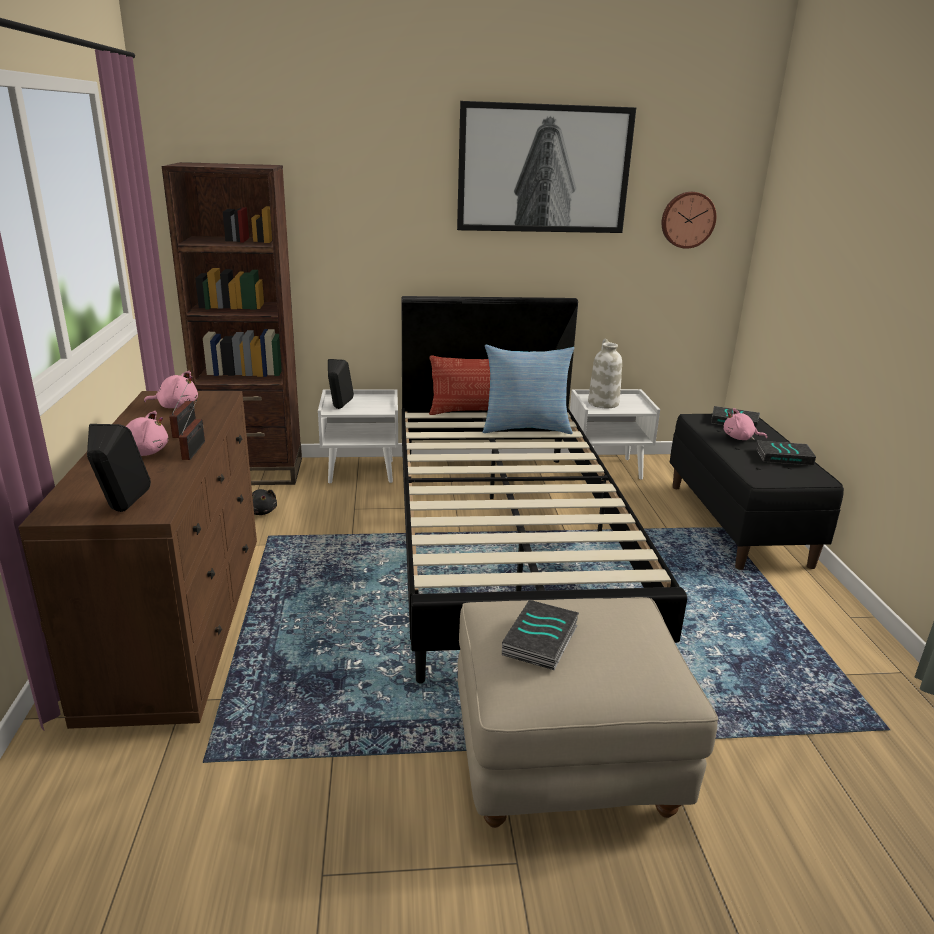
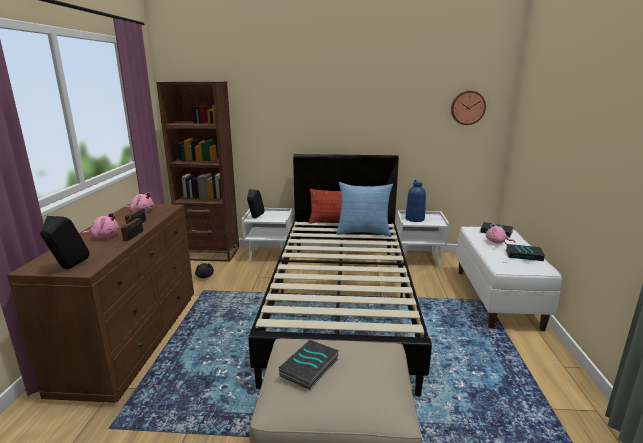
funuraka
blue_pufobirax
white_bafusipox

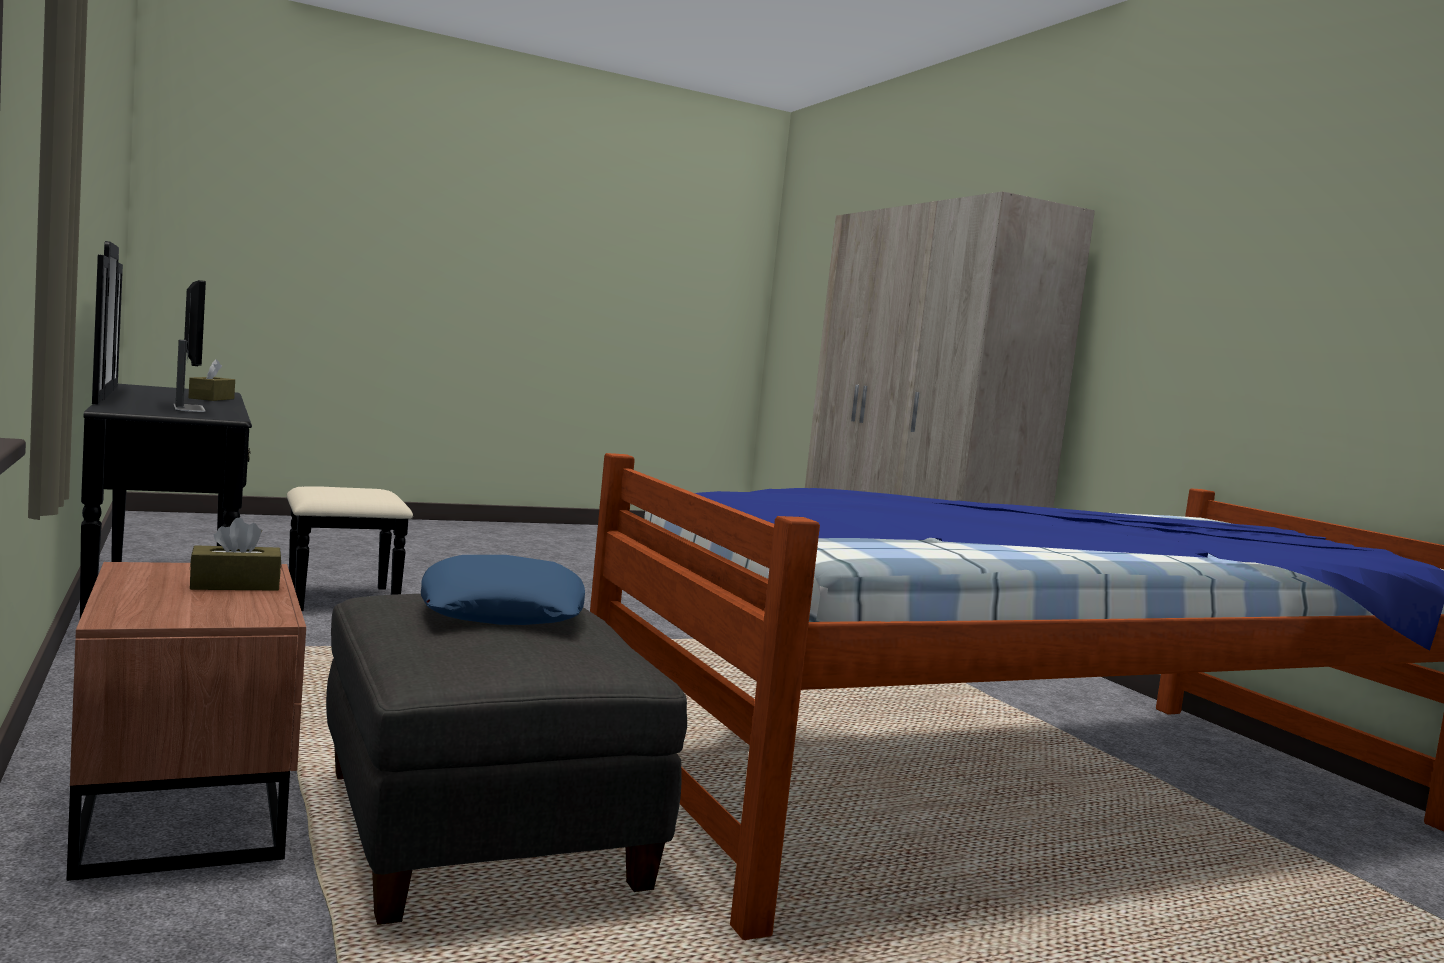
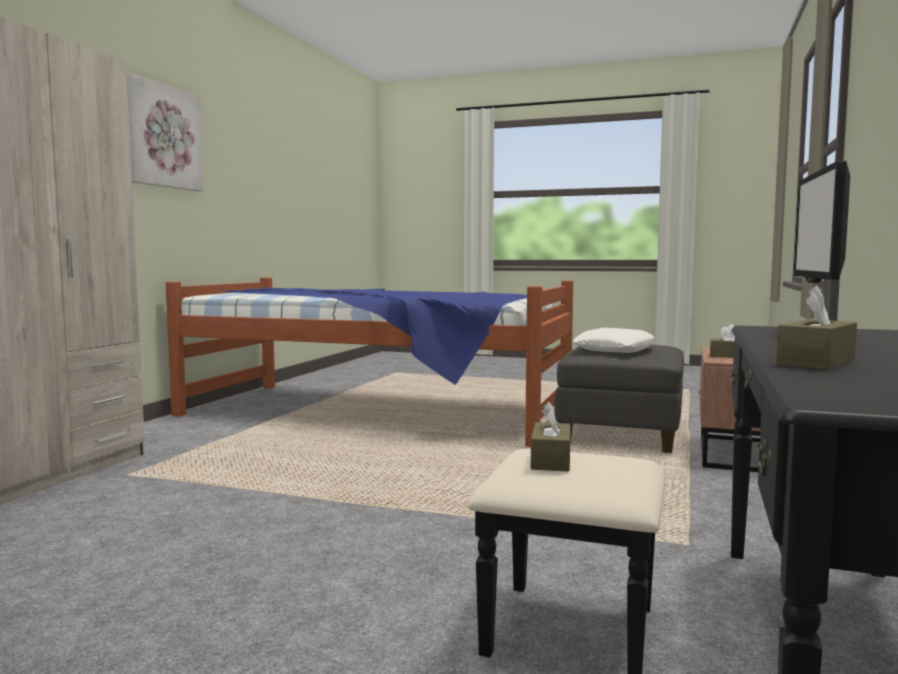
funuraka
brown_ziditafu (no. 1 from left)
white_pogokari

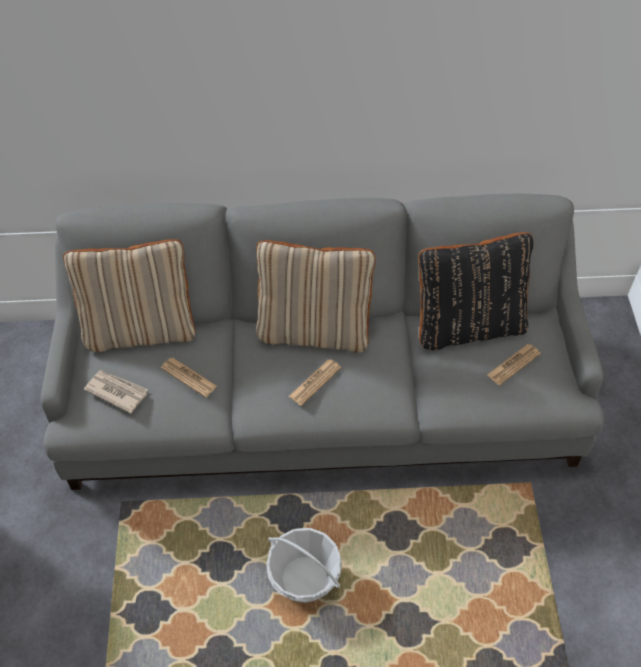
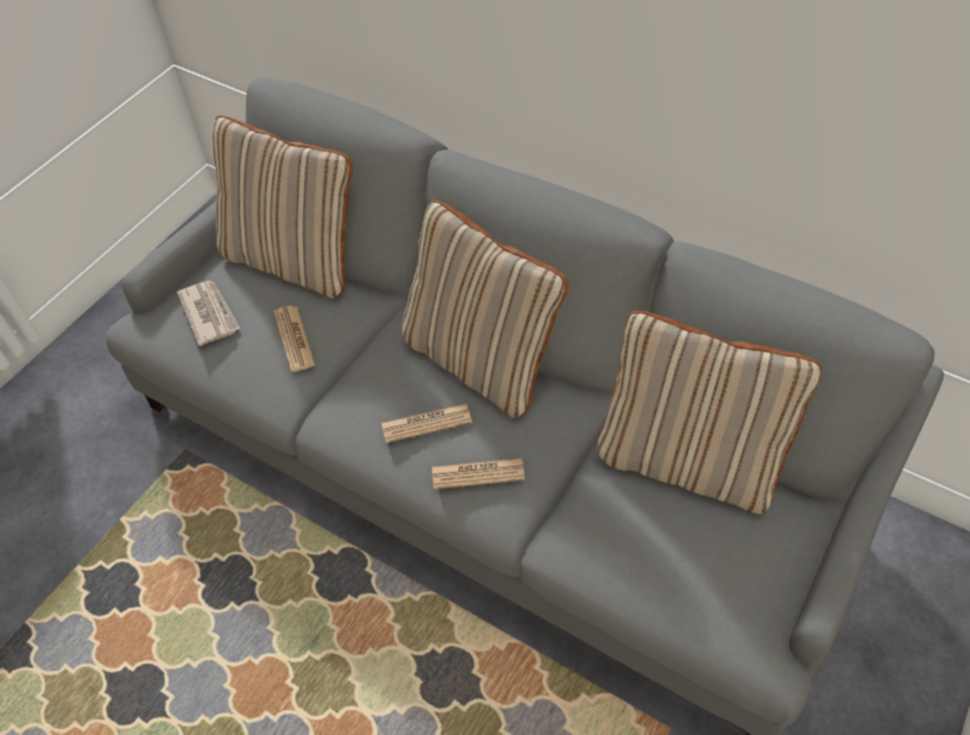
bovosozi
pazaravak (no. 4 from left)
beige_pogokari (no. 3 from left)

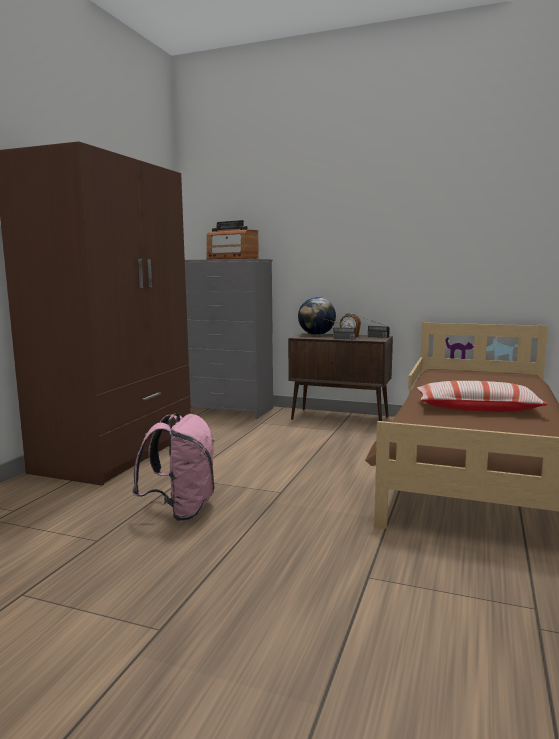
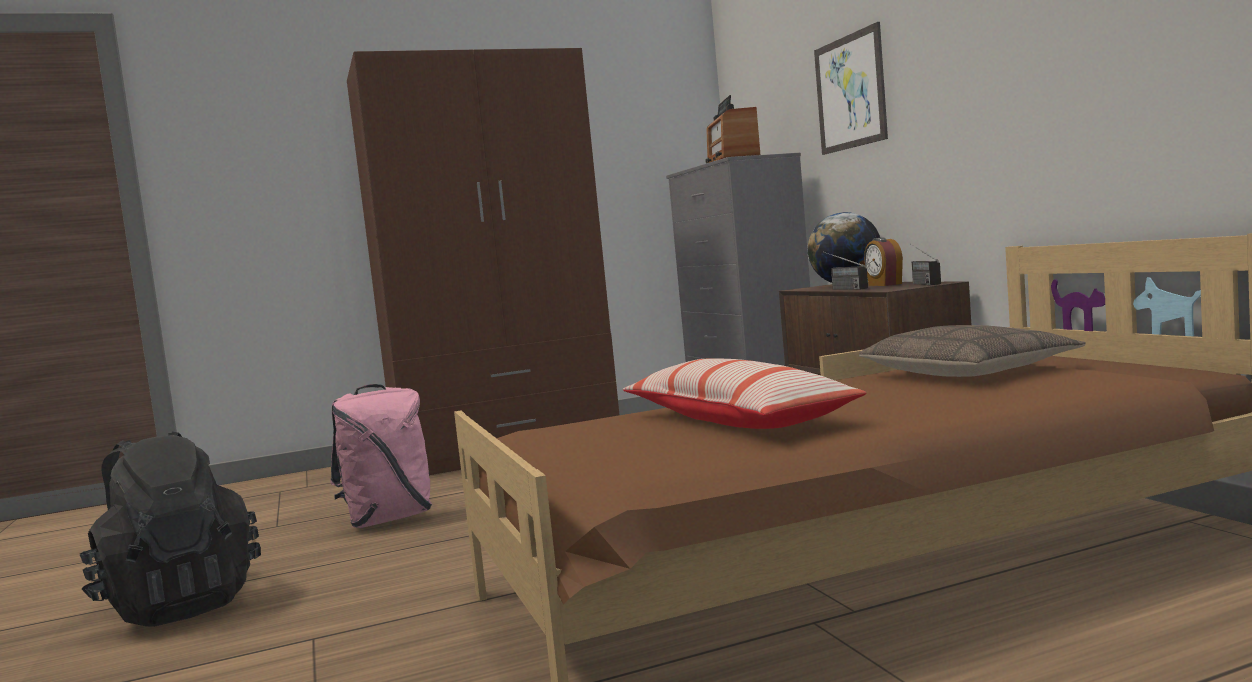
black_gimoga
funuraka
pogokari (no. 2 from left)

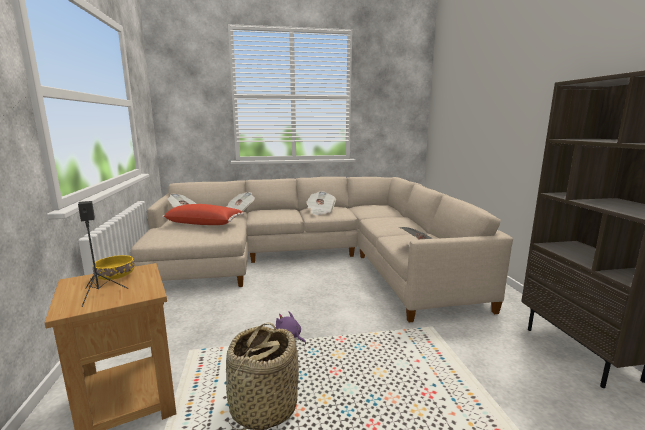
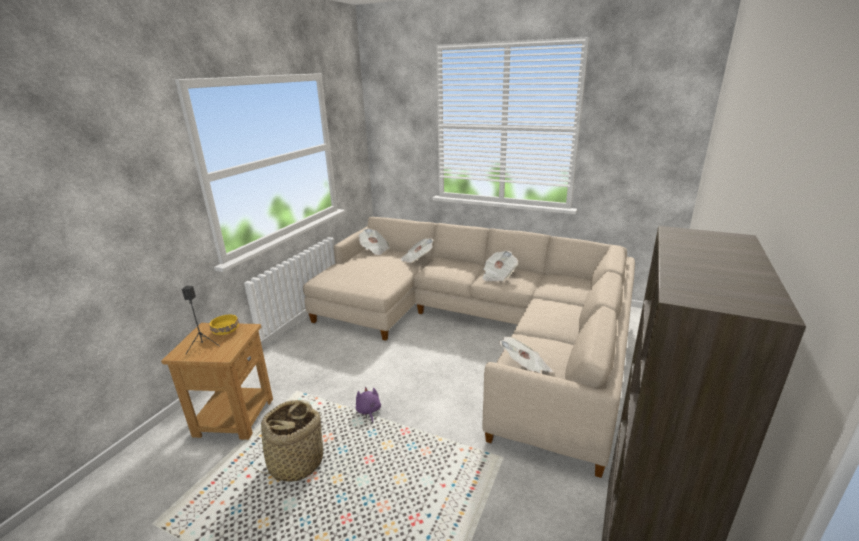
red_pogokari

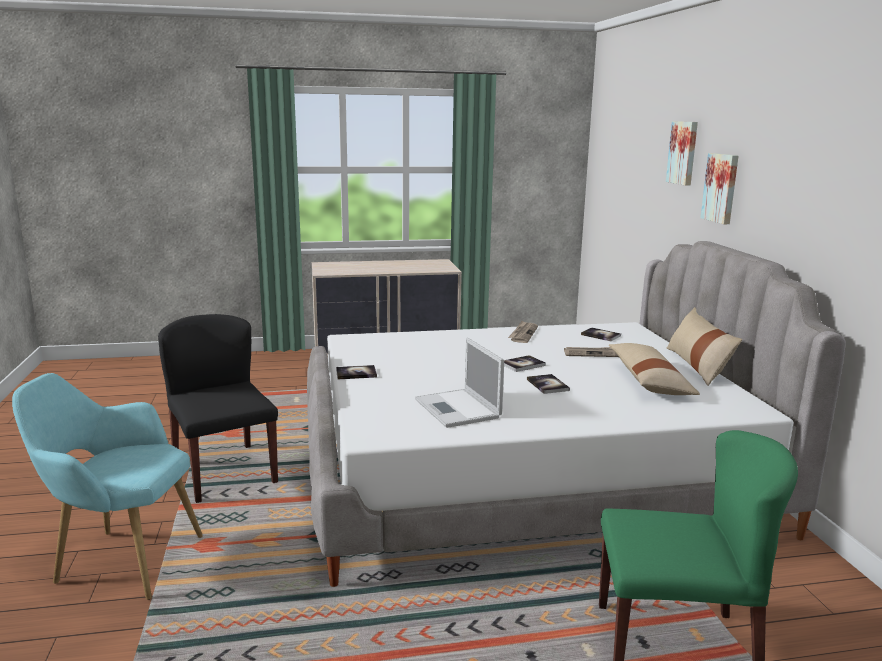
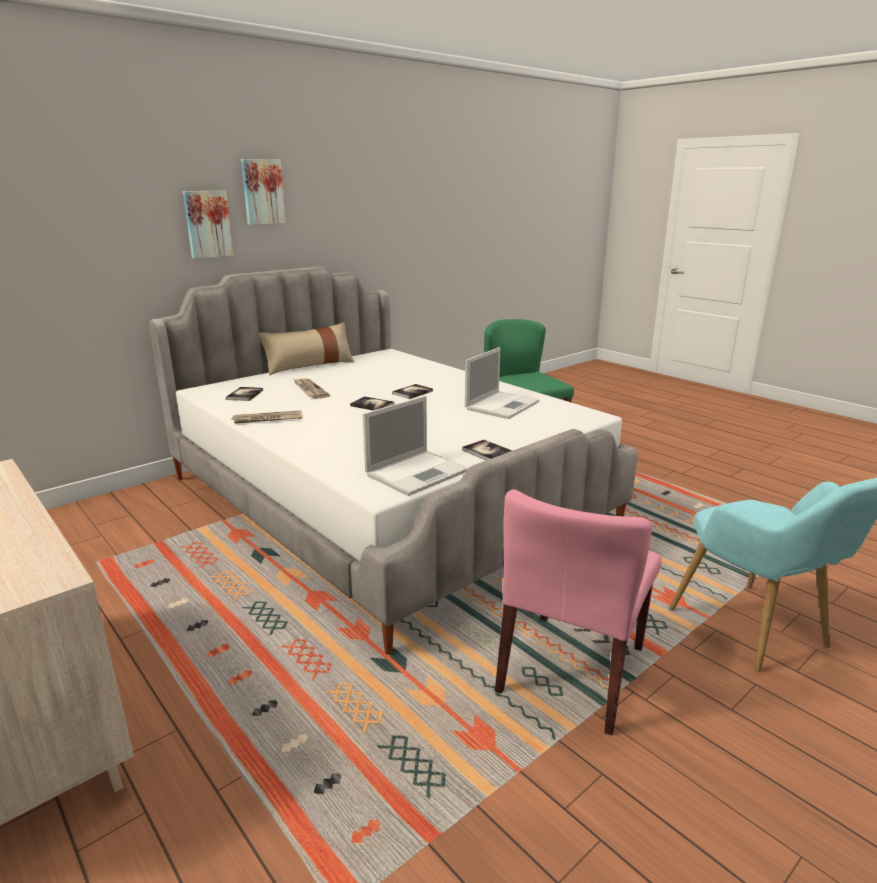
beige_pogokari (no. 1 from left in the first image)
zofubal (no. 1 from left)
funuraka (no. 2 from left)
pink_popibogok

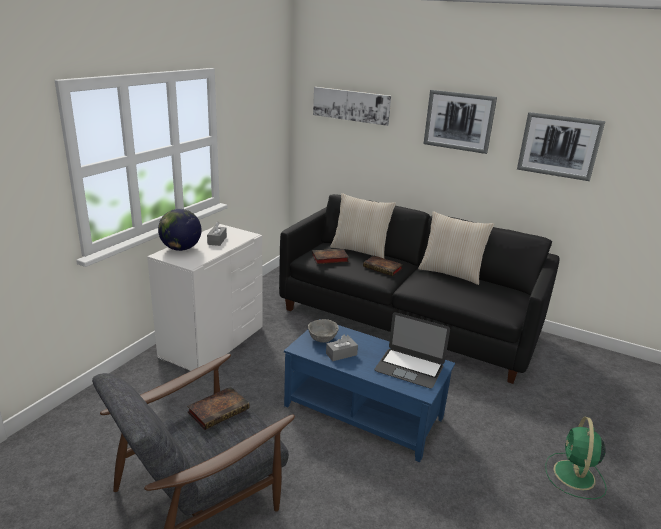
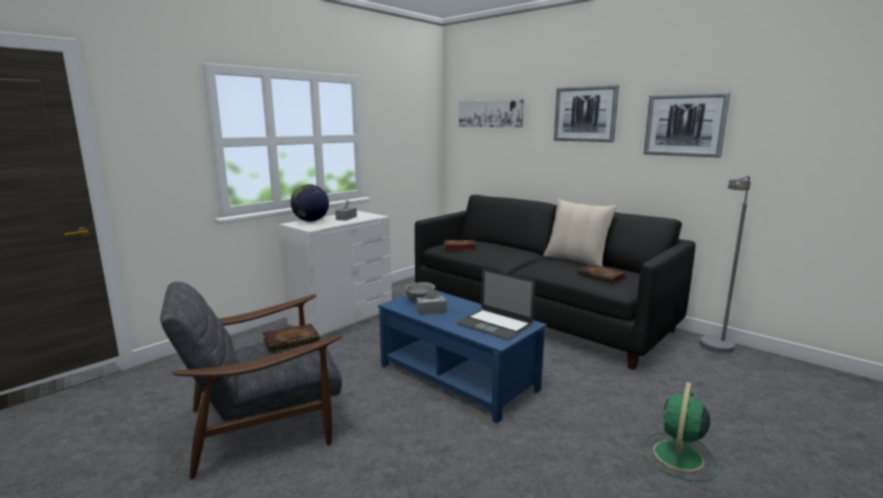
beige_pogokari (no. 1 from left in the first image)
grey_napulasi
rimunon (no. 3 from left)

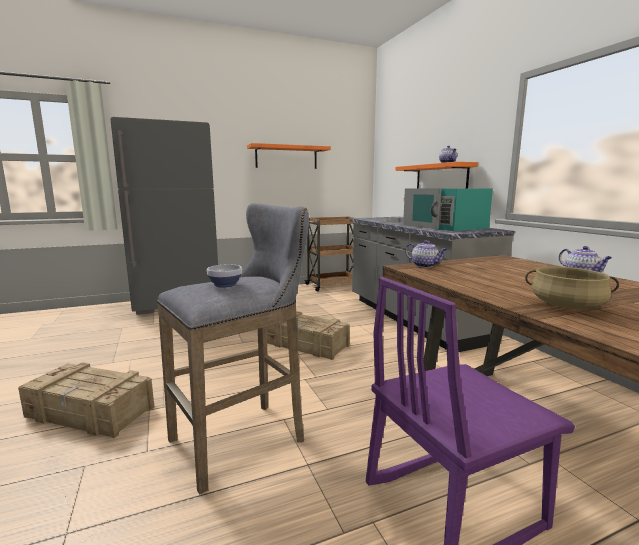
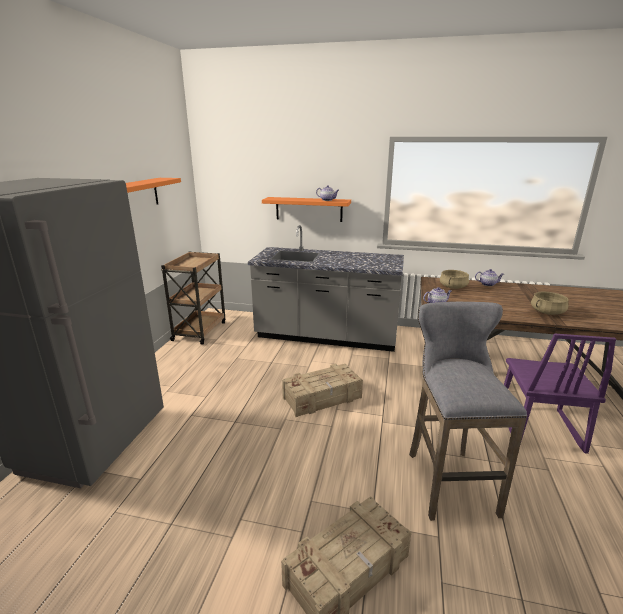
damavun
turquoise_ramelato
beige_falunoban (no. 1 from left)

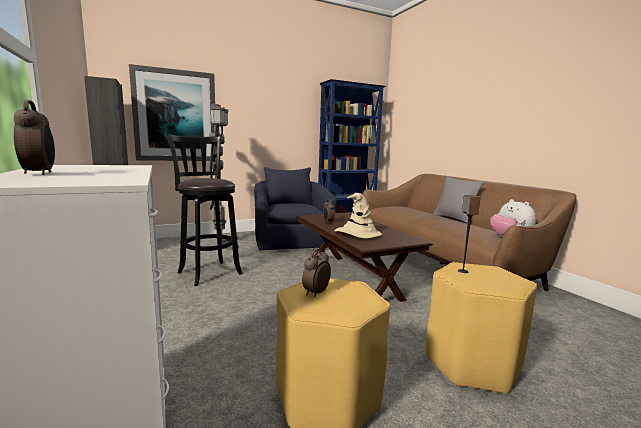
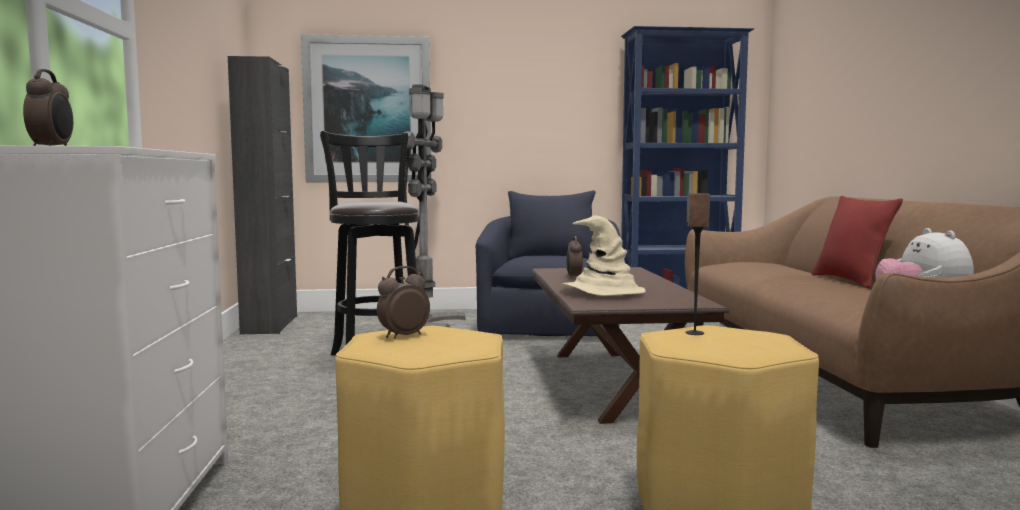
red_pogokari

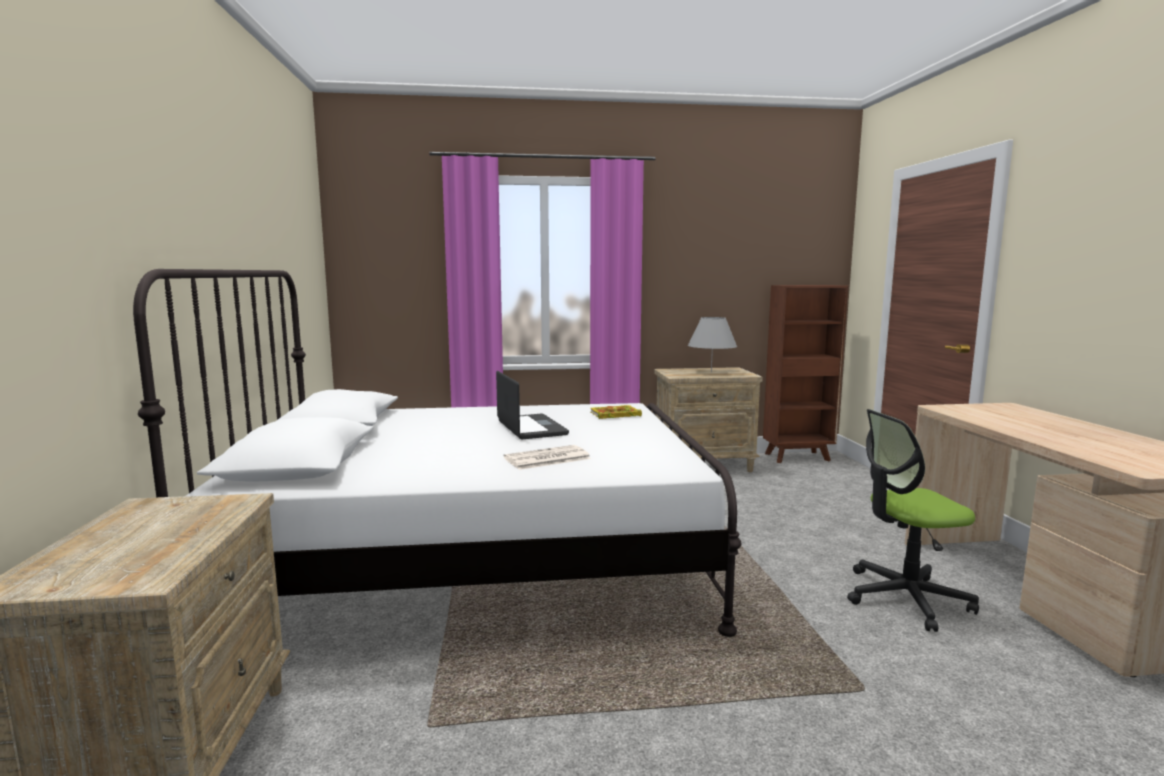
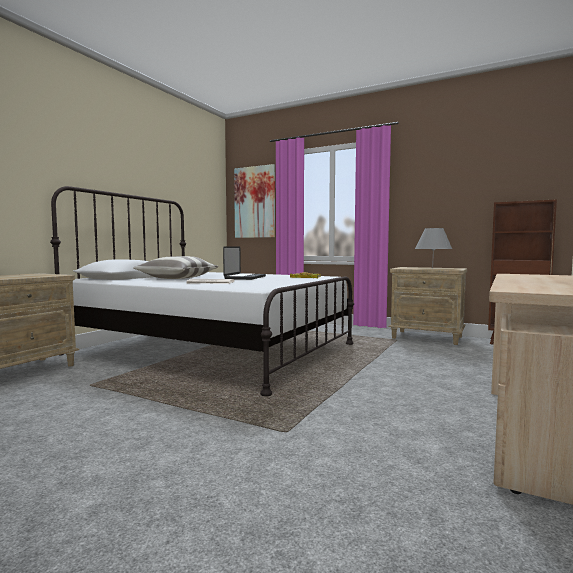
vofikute
pogokari
funuraka

